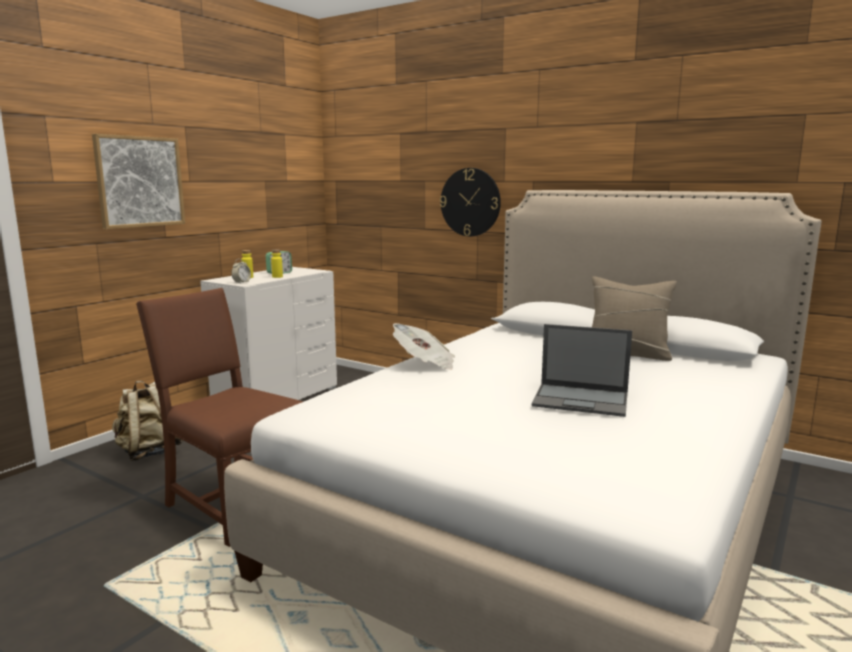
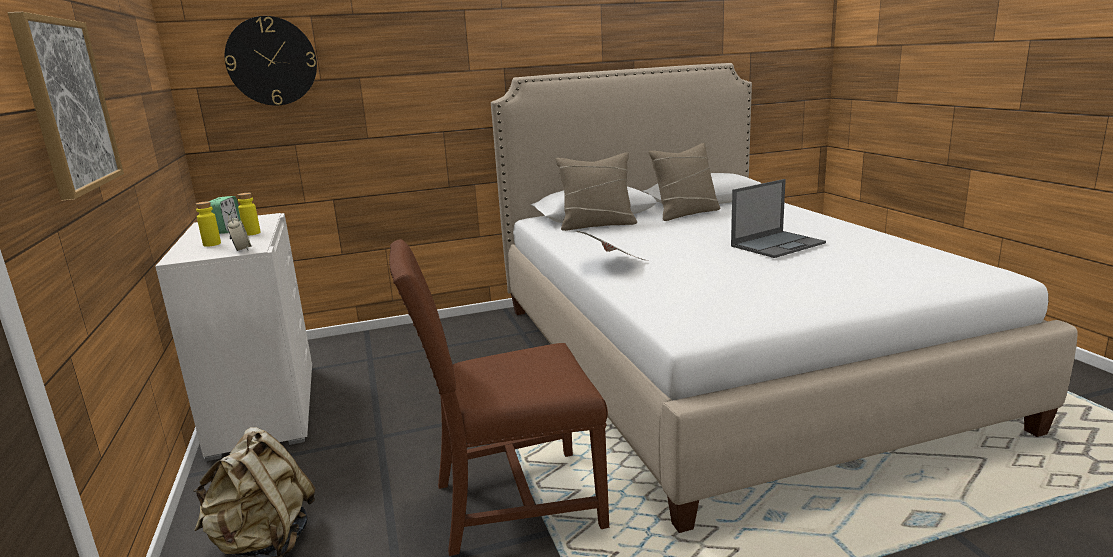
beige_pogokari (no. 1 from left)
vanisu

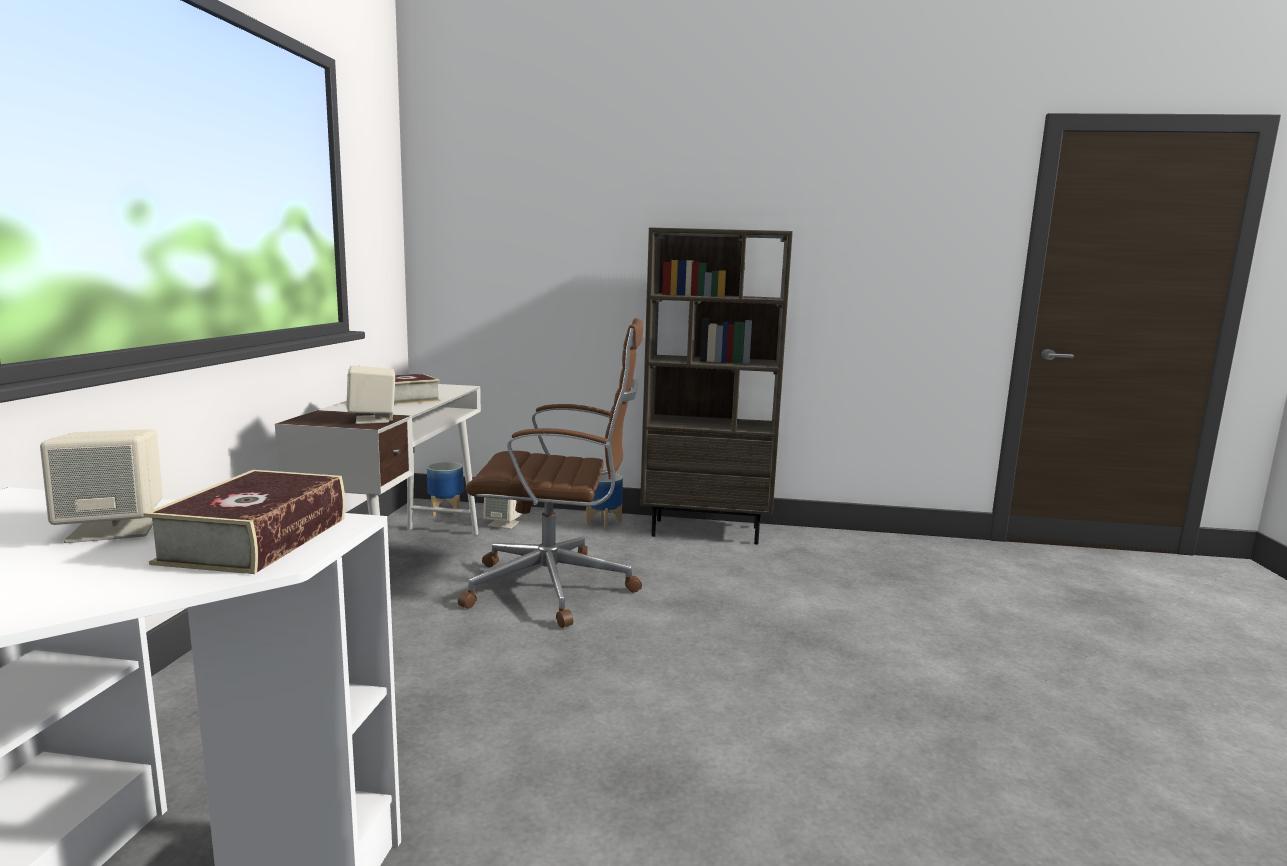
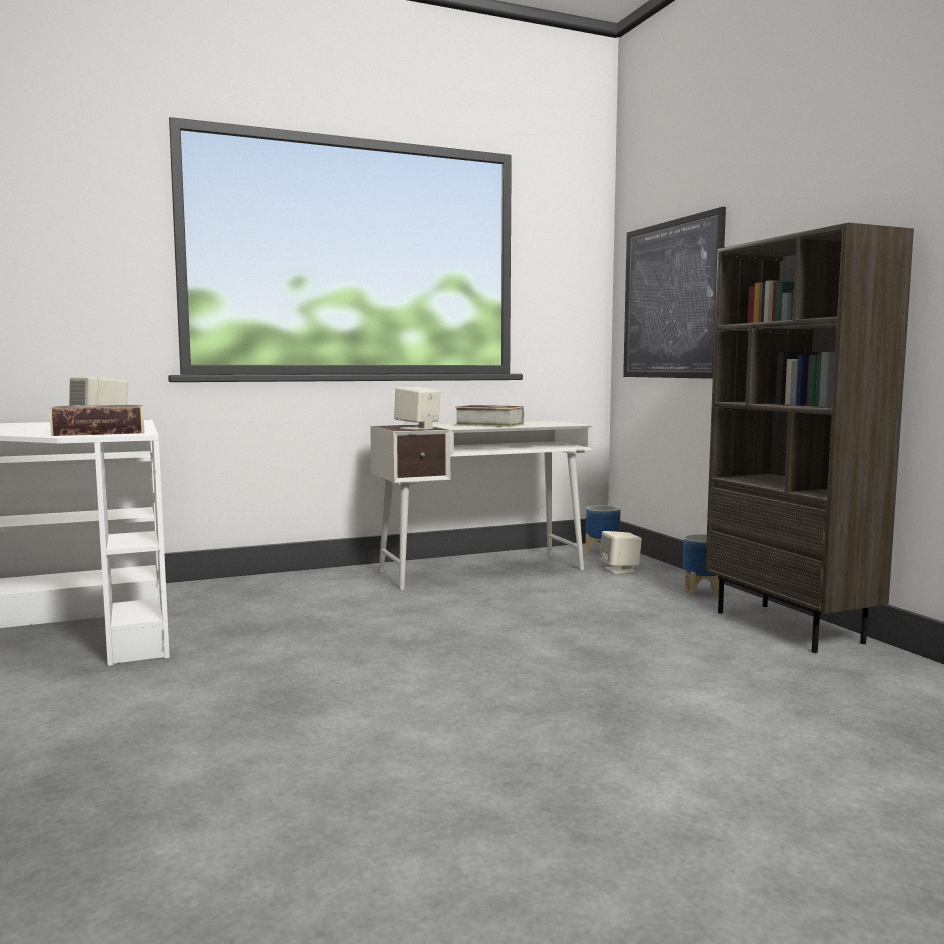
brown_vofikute
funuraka

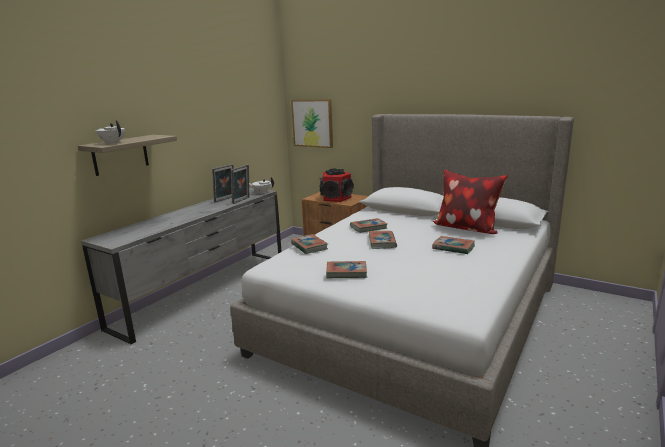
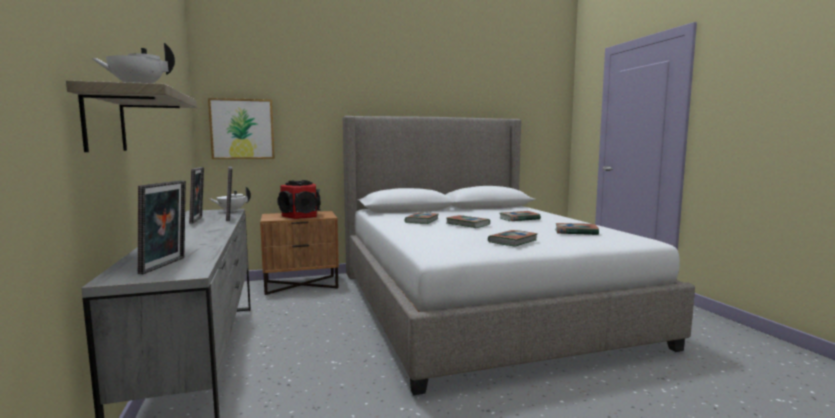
pogokari
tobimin (no. 1 from left)
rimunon (no. 5 from left)

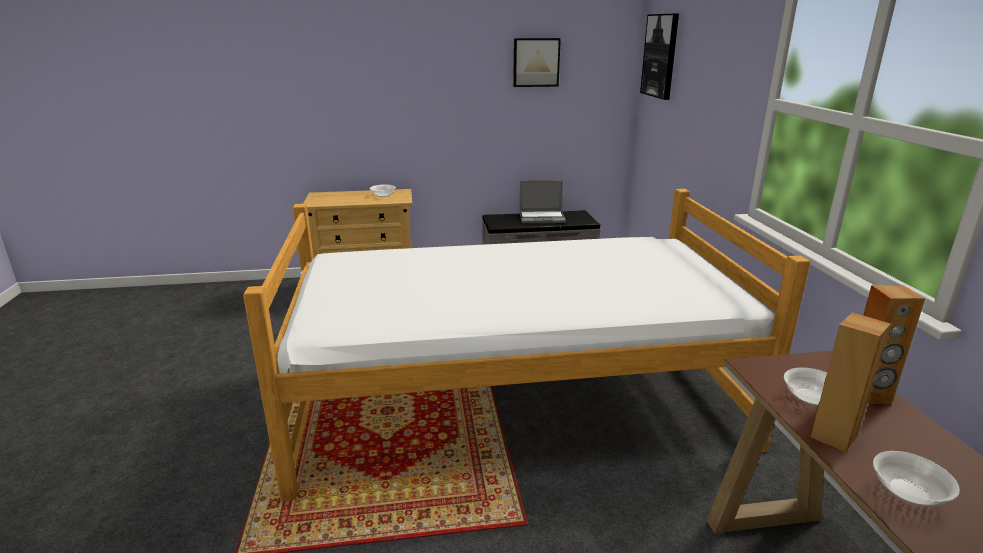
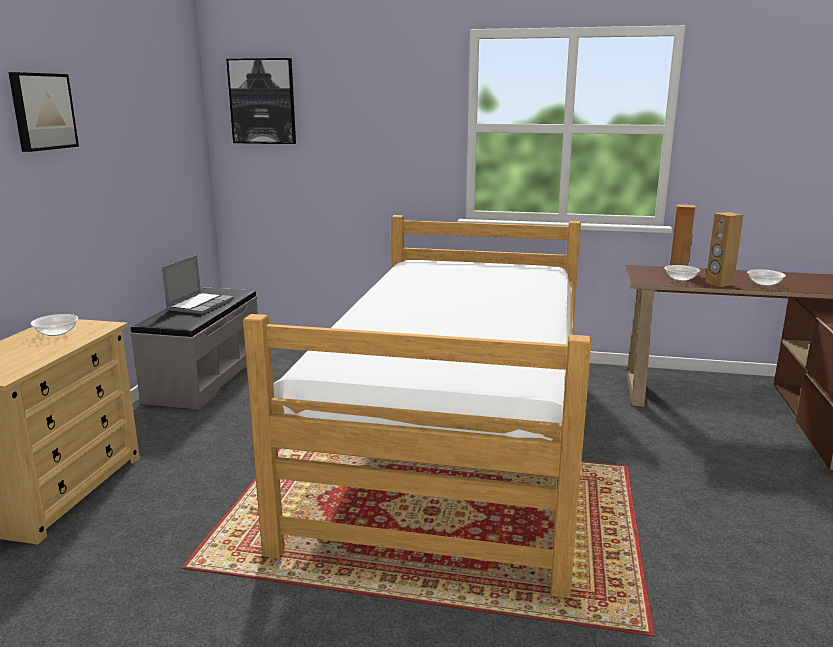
funuraka (no. 1 from left)

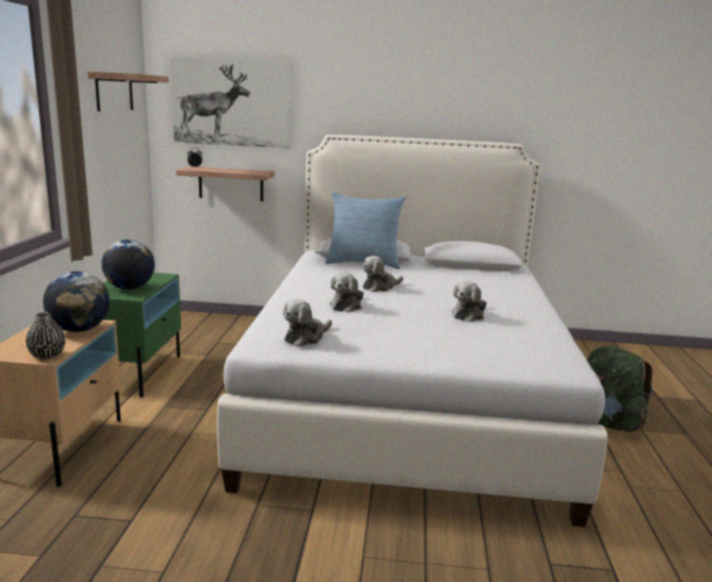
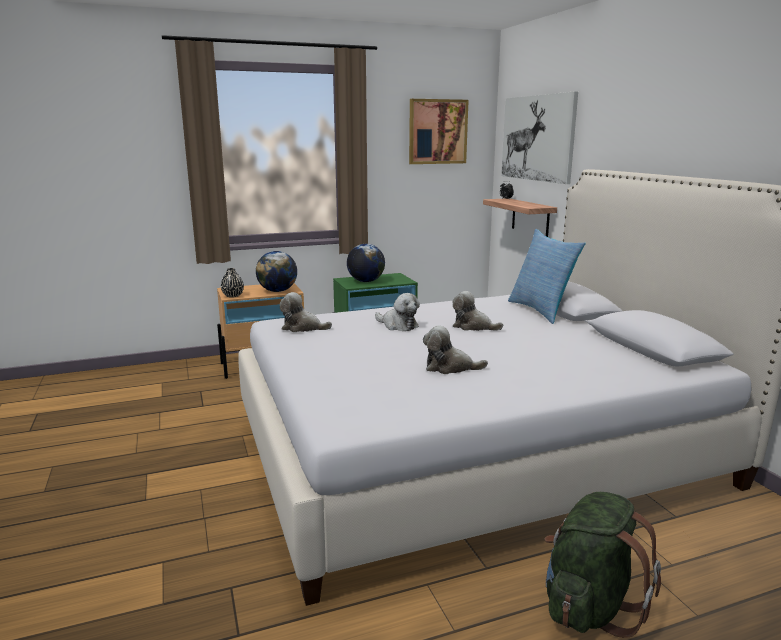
funuraka (no. 1 from left)
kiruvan (no. 2 from left)

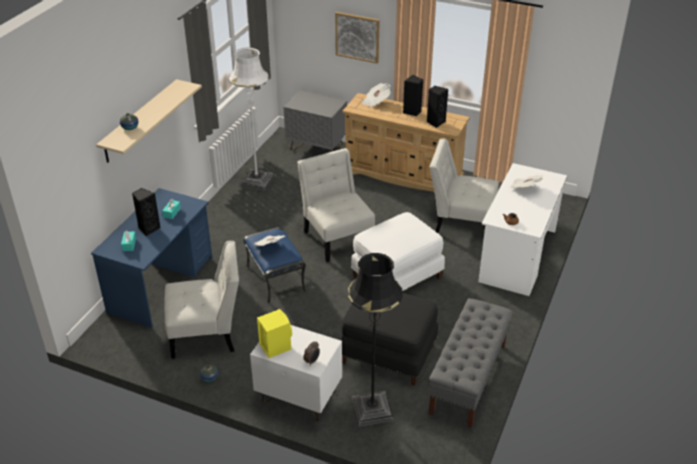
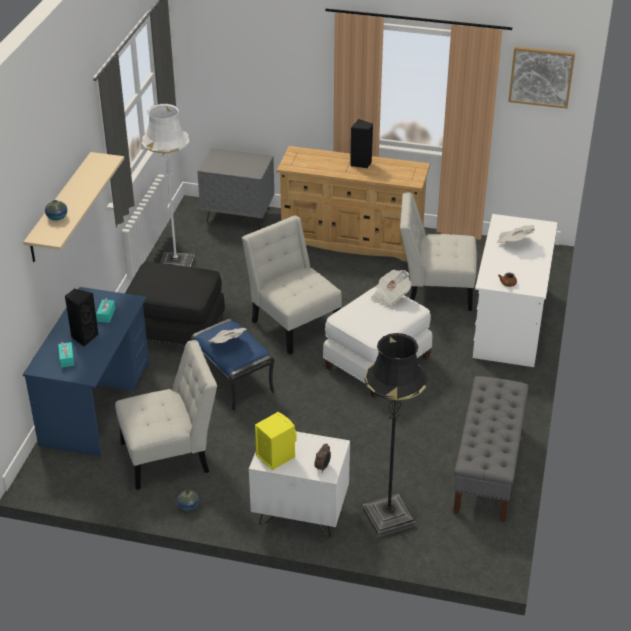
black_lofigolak (no. 3 from left in the first image)
funuraka
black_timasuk
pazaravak (no. 2 from left)

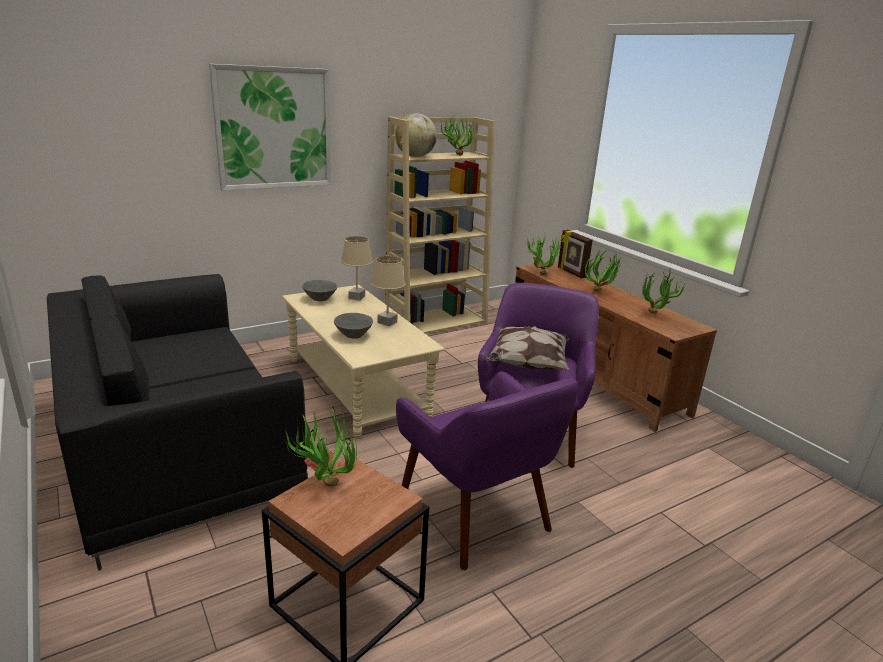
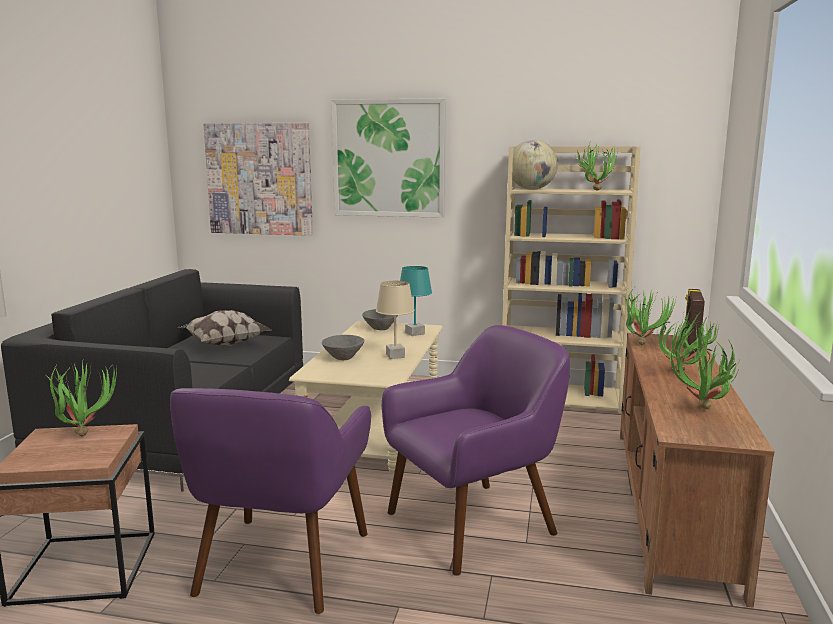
funuraka (no. 1 from left)
pogokari
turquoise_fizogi

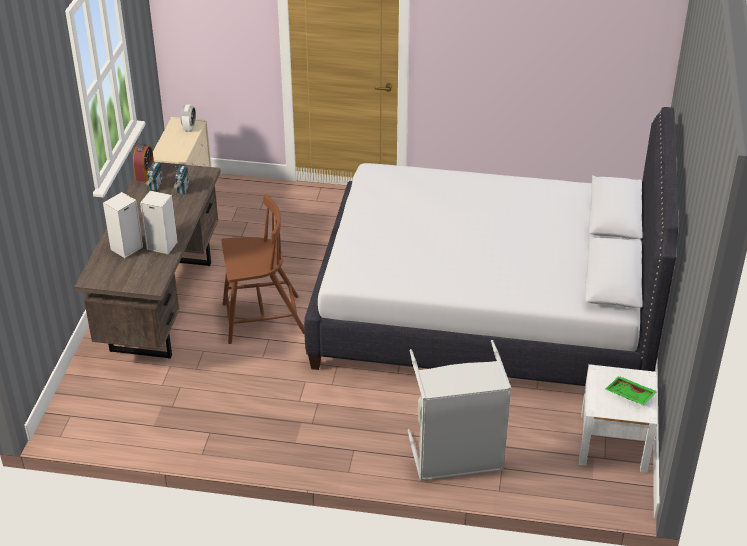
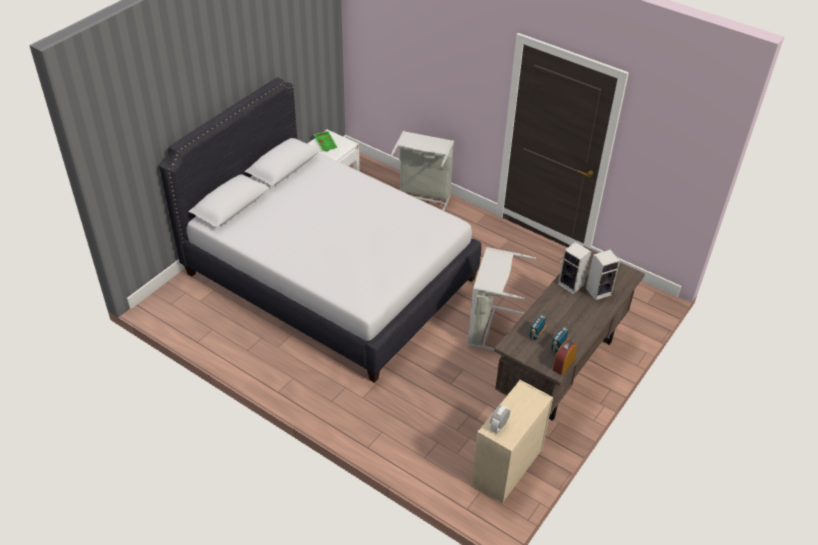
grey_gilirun (no. 2 from left)

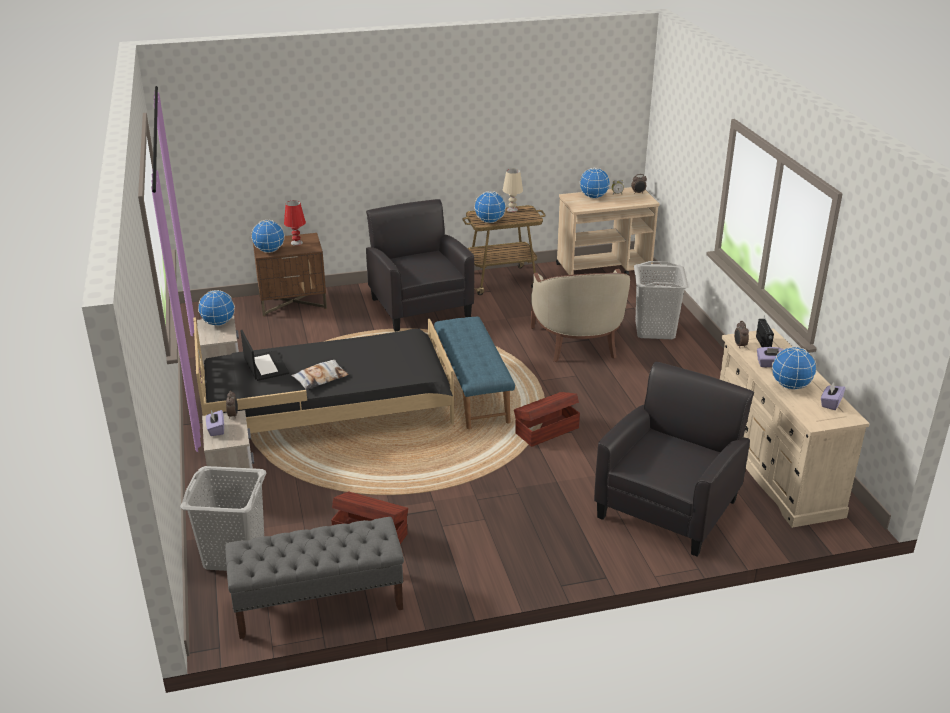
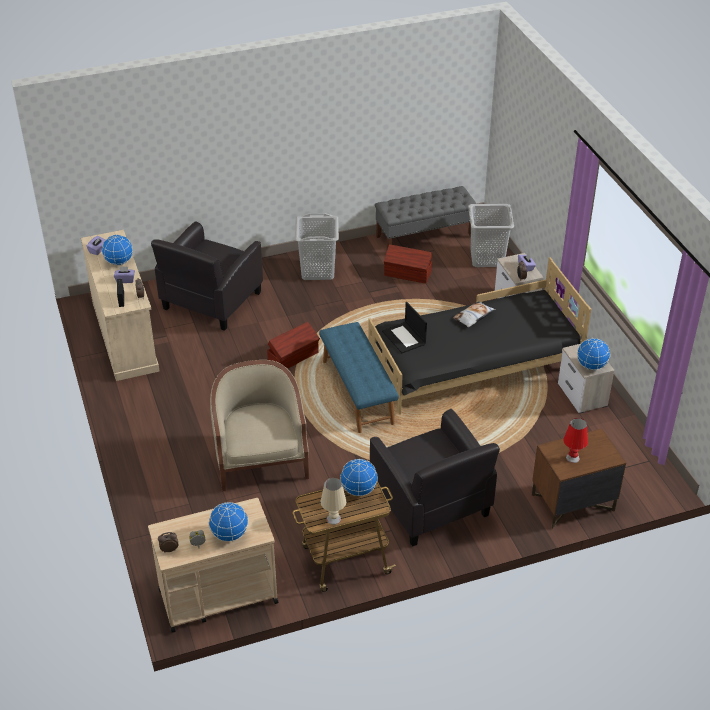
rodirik (no. 2 from left in the first image)
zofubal
grey_gilirun (no. 1 from left)

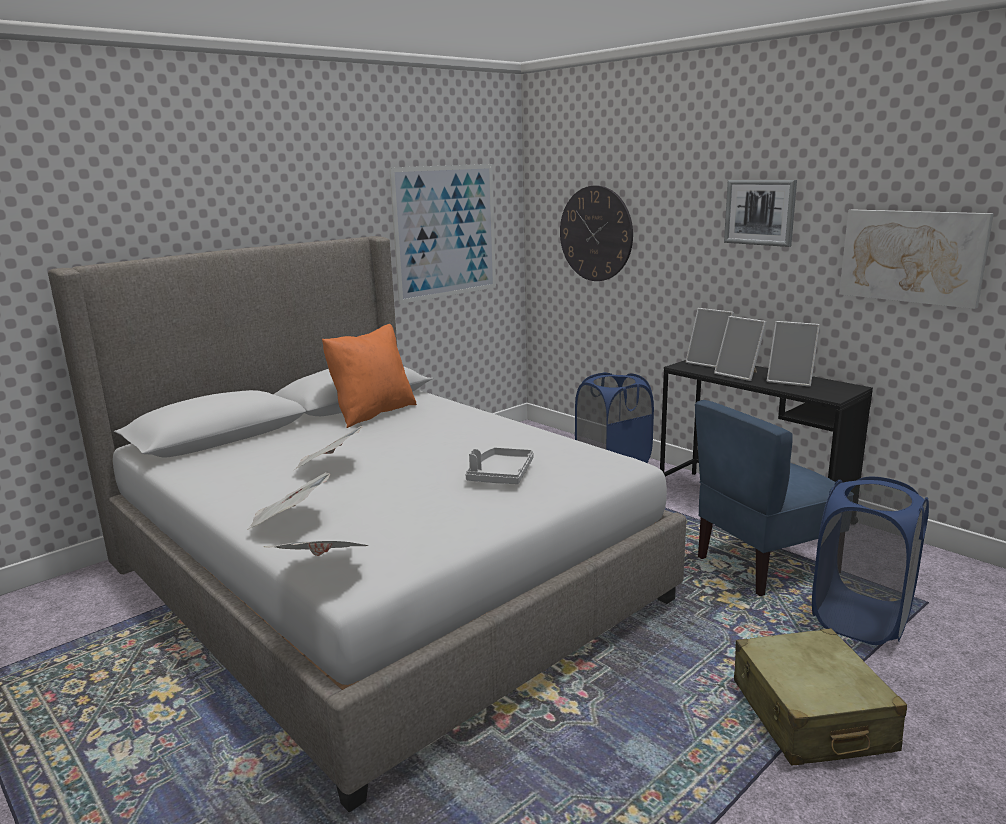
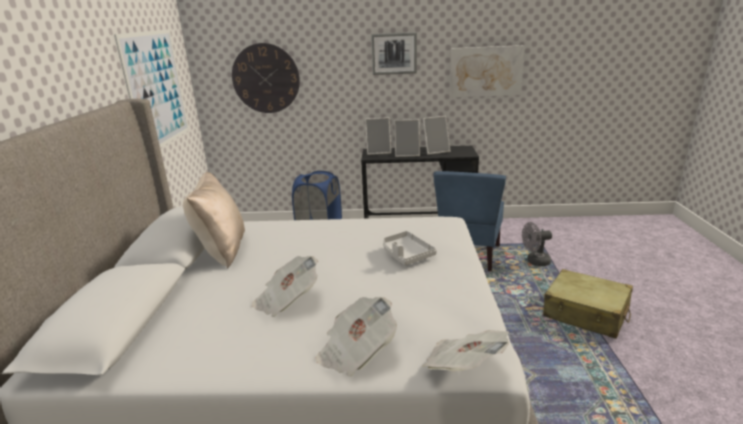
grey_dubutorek
beige_pogokari

